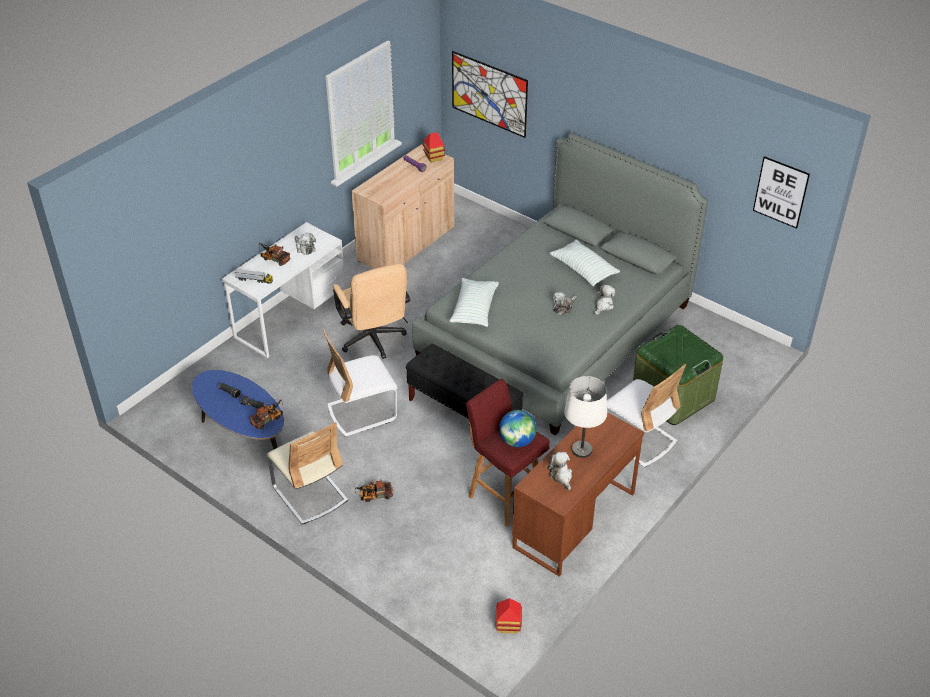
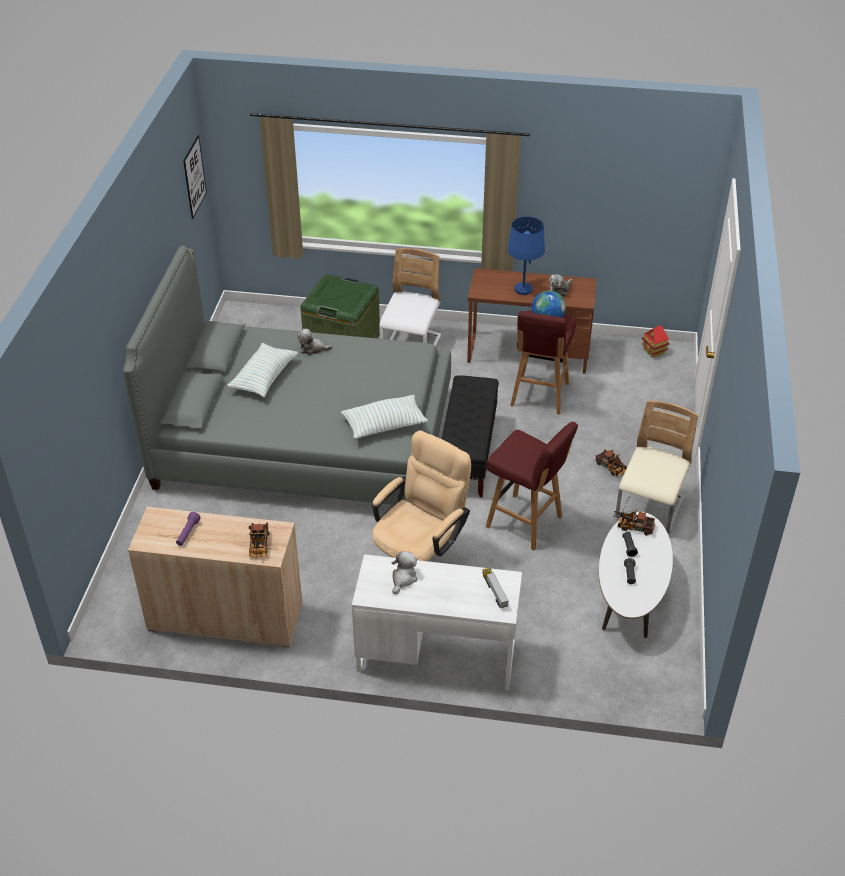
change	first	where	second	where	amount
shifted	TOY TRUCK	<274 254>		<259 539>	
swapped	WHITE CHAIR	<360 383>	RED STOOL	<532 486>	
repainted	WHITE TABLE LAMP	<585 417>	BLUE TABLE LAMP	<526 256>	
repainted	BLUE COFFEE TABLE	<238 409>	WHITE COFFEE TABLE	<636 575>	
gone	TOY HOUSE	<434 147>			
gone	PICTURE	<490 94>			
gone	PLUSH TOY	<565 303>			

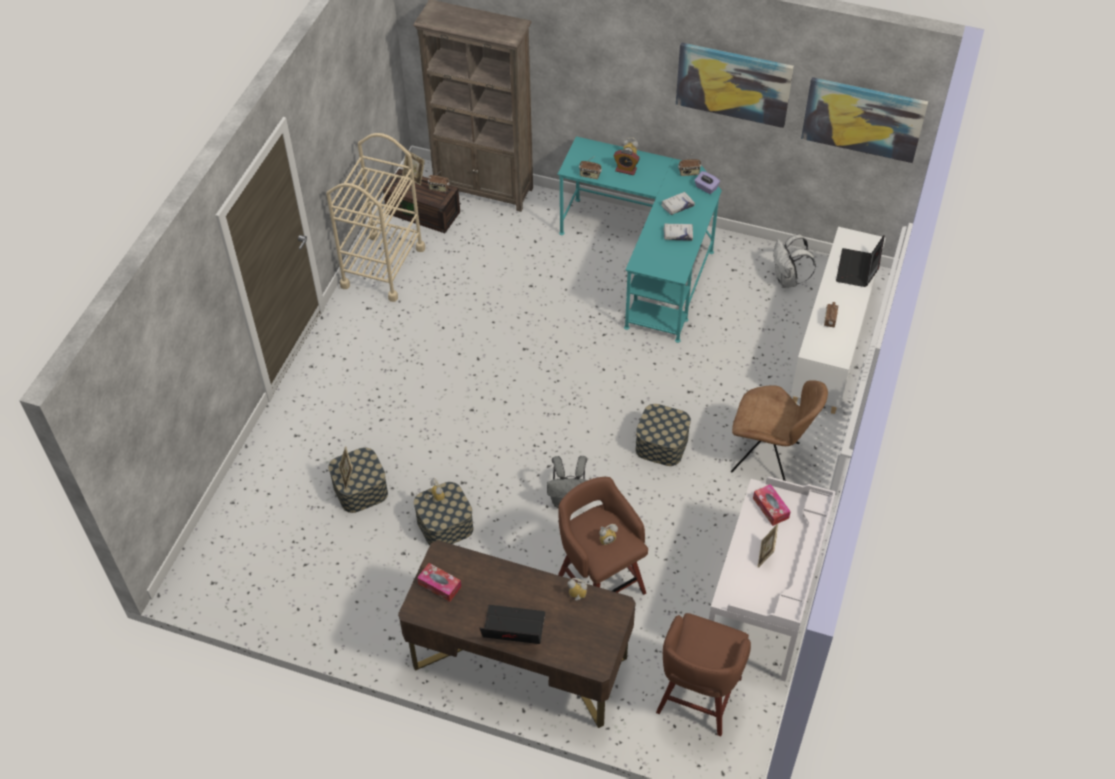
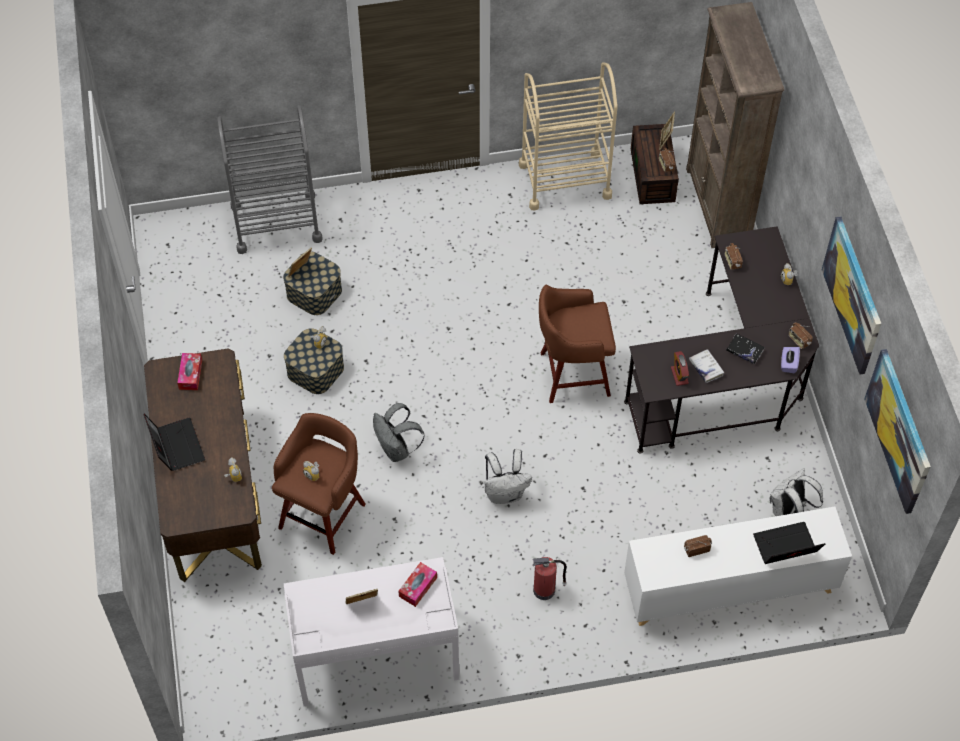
change	first	where	second	where	amount
new			GREY CART	<270 179>	
swapped	STORAGE BOX	<663 435>	WHITE BACKPACK	<508 476>	
swapped	BROWN CHAIR	<779 430>	FIRE EXTINGUISHER	<549 578>	
shifted	BROWN STOOL	<703 674>		<577 344>	
repainted	TURQUOISE DESK	<640 239>	BLACK DESK	<721 340>	
shifted	ALARM CLOCK	<627 162>		<680 368>	
repainted	WHITE BOOK	<678 203>	BLACK BOOK	<745 349>	

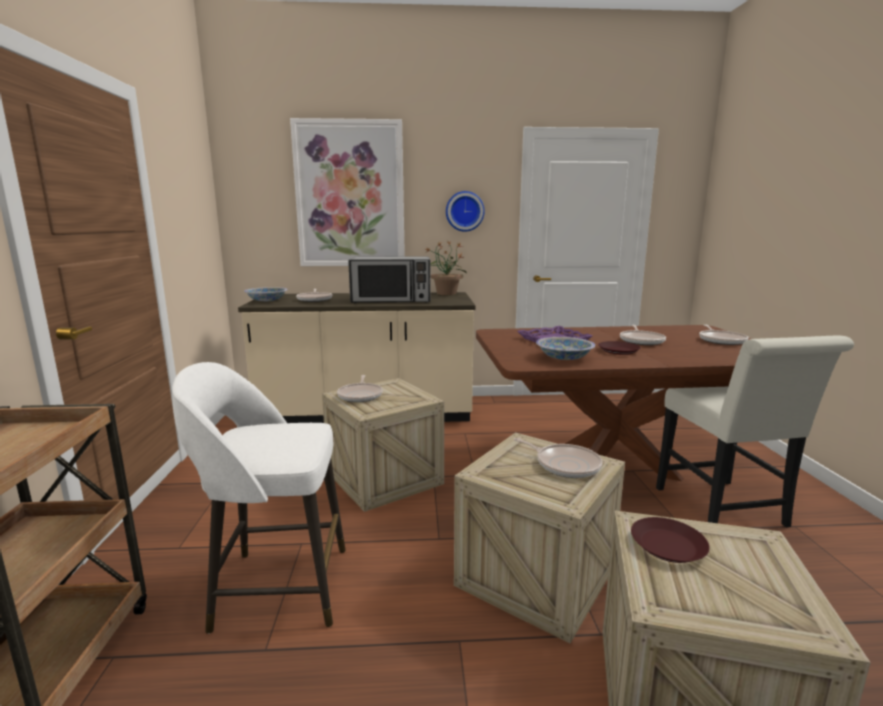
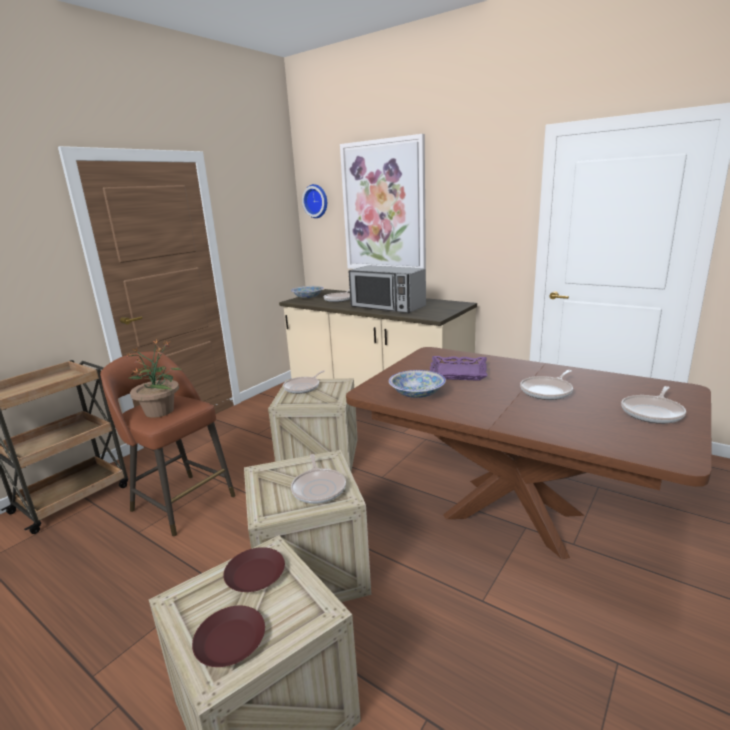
change	first	where	second	where	amount
repainted	WHITE STOOL	<259 498>	BROWN STOOL	<167 444>	
shifted	POTTED PLANT	<445 268>		<155 378>	
shifted	BROWN PLATE	<619 348>		<228 636>	
shifted	WALL CLOCK	<465 211>		<314 201>	
gone	WHITE CHAIR	<755 431>			

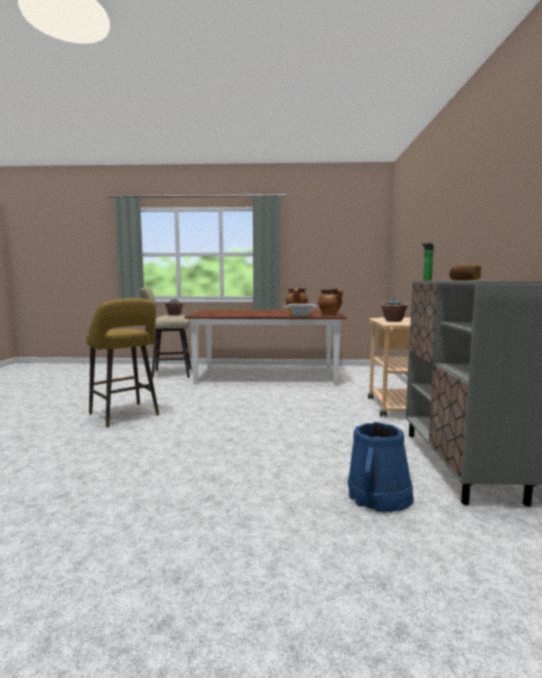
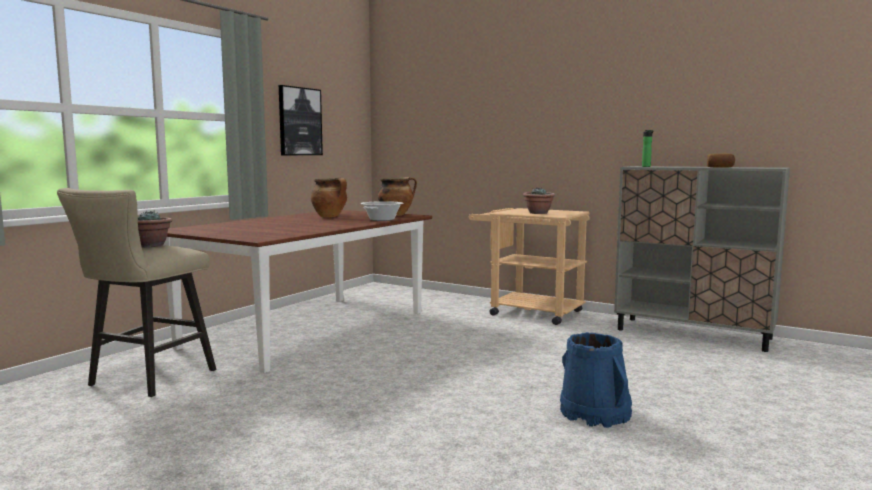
change	first	where	second	where	amount
new			PICTURE	<301 120>	
shifted	BLUE BUCKET	<381 467>		<596 380>	
gone	YELLOW STOOL	<122 362>			

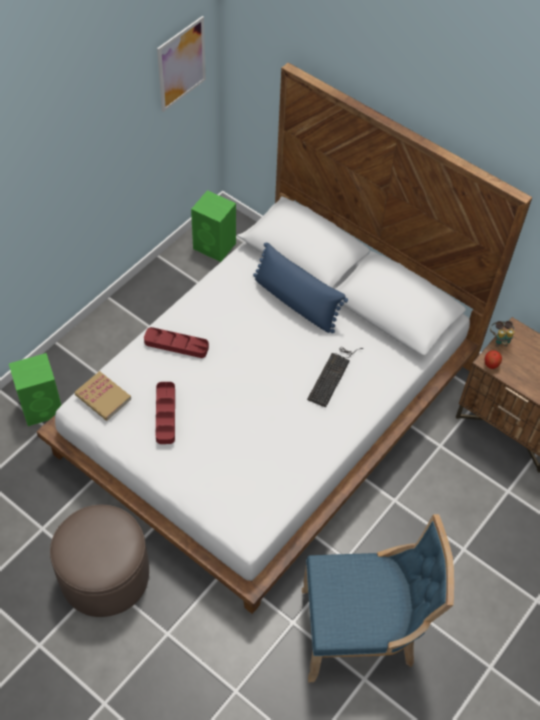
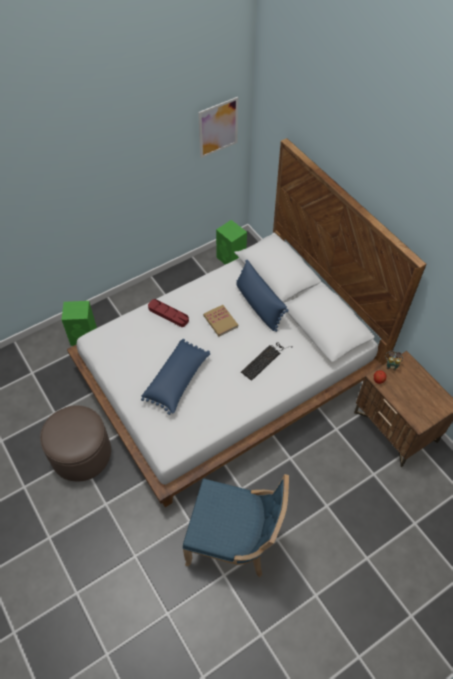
change	first	where	second	where	amount
new			BLUE PILLOW	<175 377>	
shifted	BOOK	<102 395>		<220 320>	
gone	RED TRAY	<165 413>			

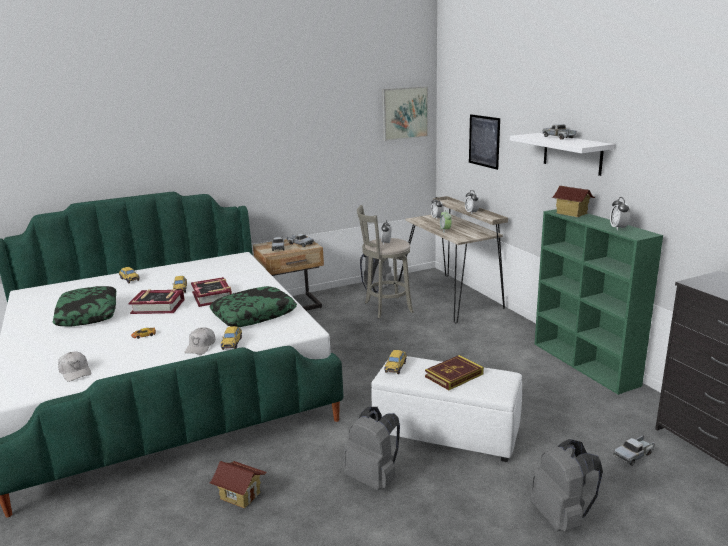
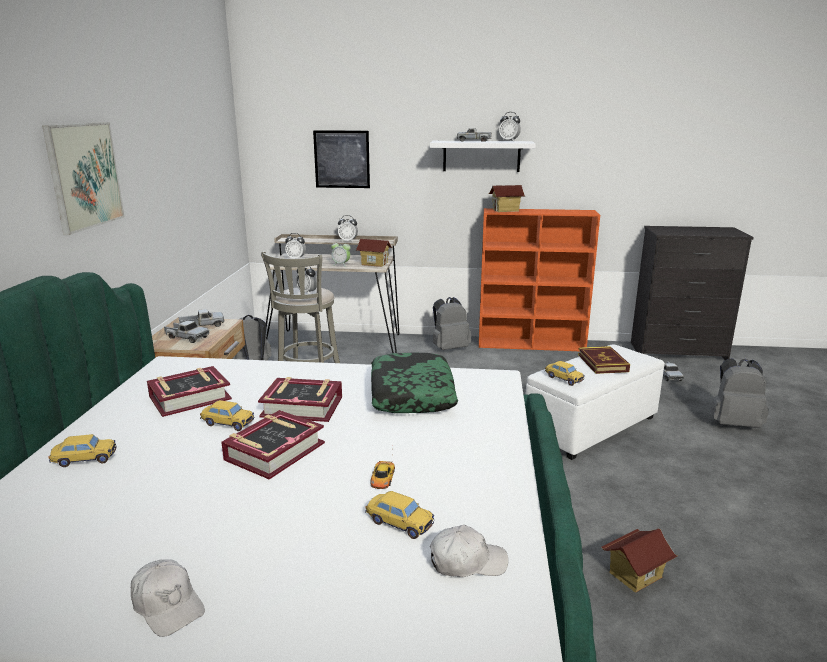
change	first	where	second	where	amount
shifted	PICTURE	<405 113>		<83 178>	
shifted	WHITE CAP	<199 341>		<168 598>	
new			BOOK	<189 391>	
new			TOY HOUSE	<374 253>	
shifted	TOY CAR	<231 338>		<399 515>	
shifted	GREY BACKPACK	<371 449>		<452 323>	
repainted	GREEN BOOKCASE	<599 302>	ORANGE BOOKCASE	<539 279>	
shifted	ALARM CLOCK	<620 213>		<510 126>	
gone	PILLOW	<84 306>			

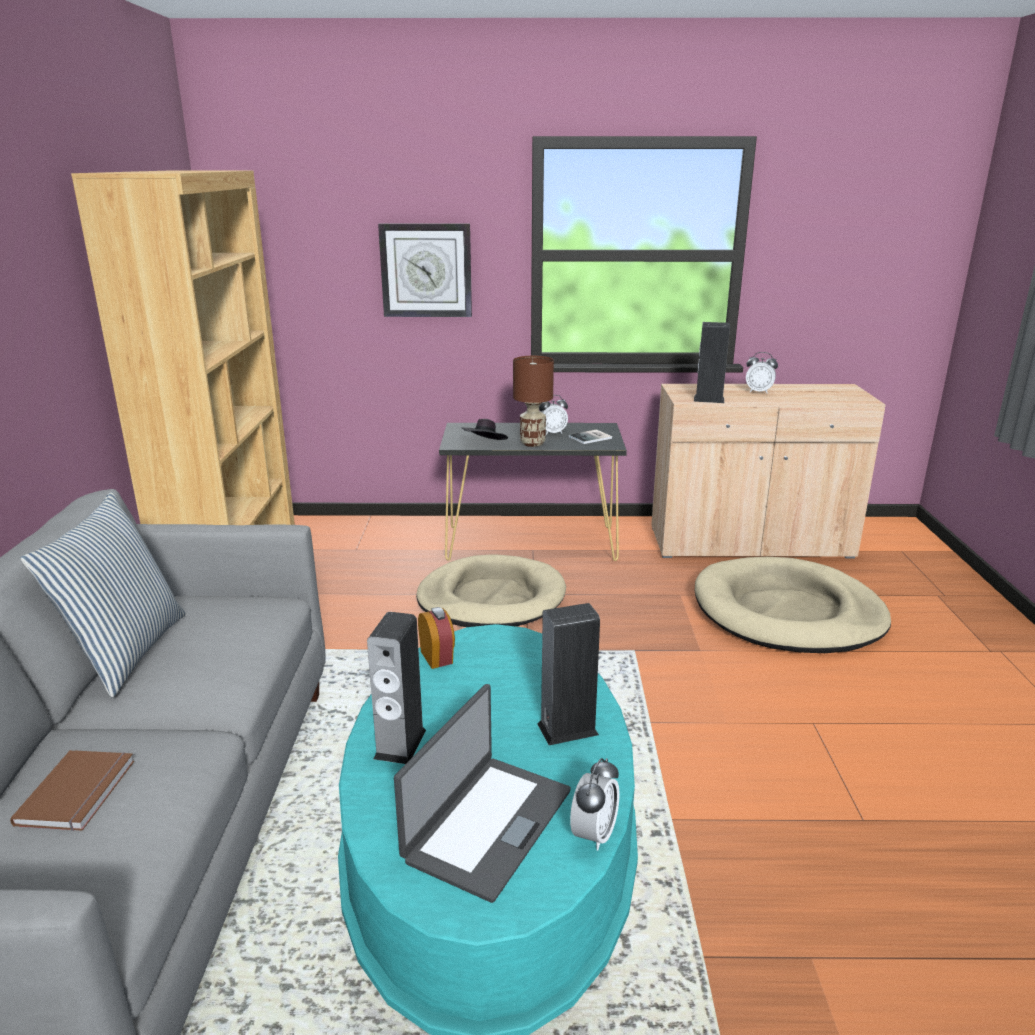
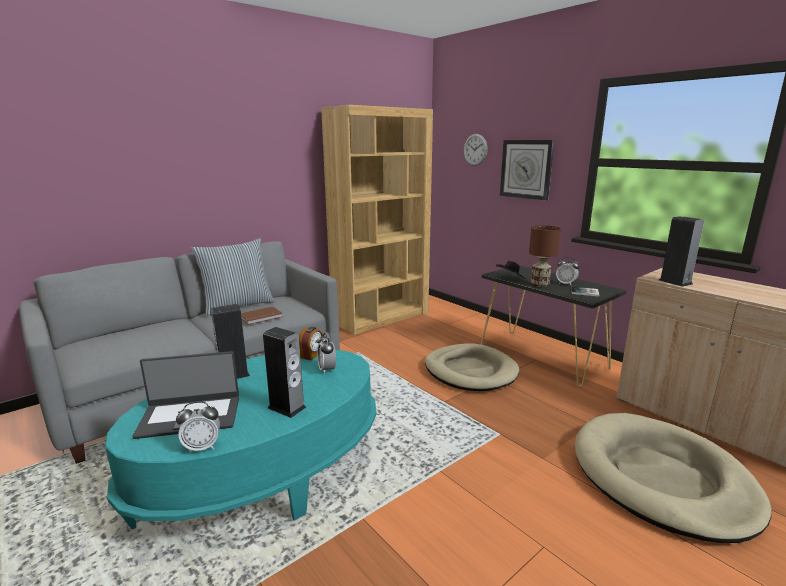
change	first	where	second	where	amount
shifted	BROWN BOOK	<72 790>		<262 316>	
shifted	ALARM CLOCK	<762 373>		<326 353>	
new			WALL CLOCK	<476 150>	

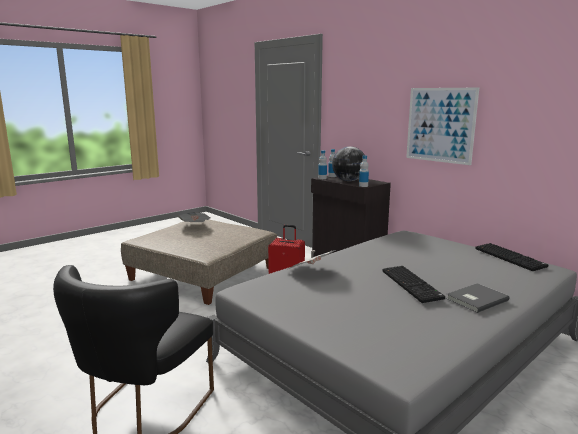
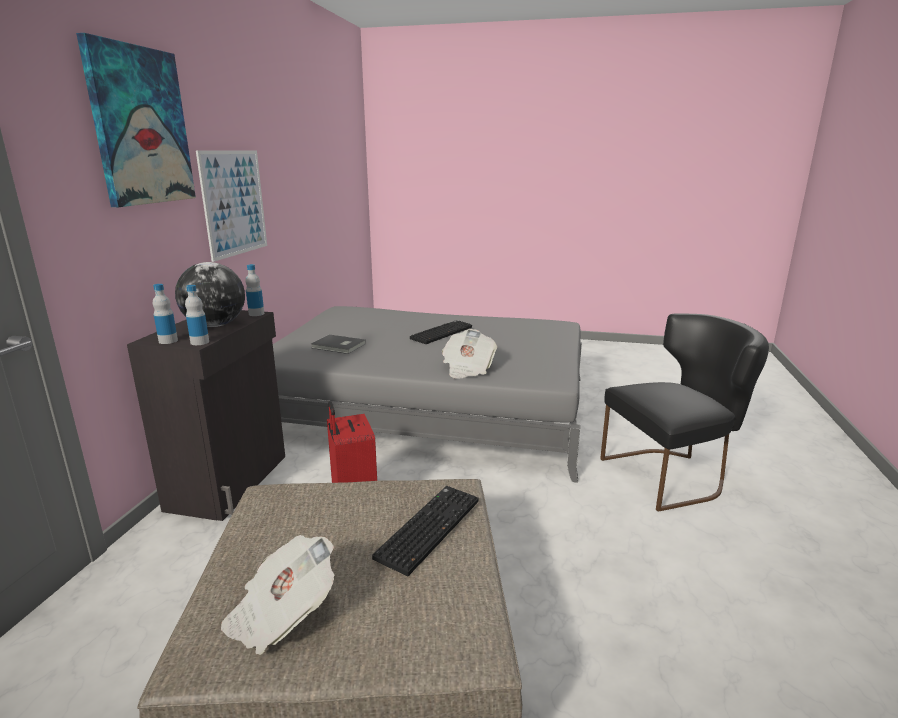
change	first	where	second	where	amount
new			PICTURE	<136 120>	
shifted	GREY BOOK	<478 298>		<338 344>	
shifted	KEYBOARD	<511 257>		<425 531>	

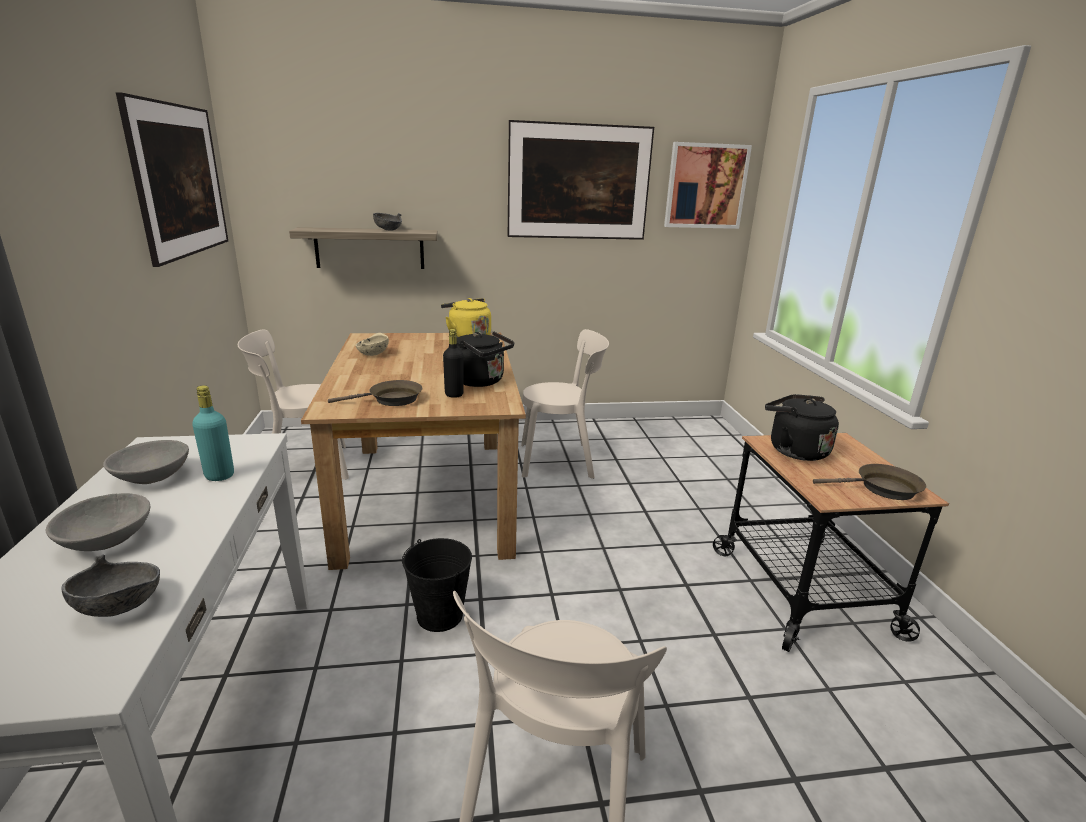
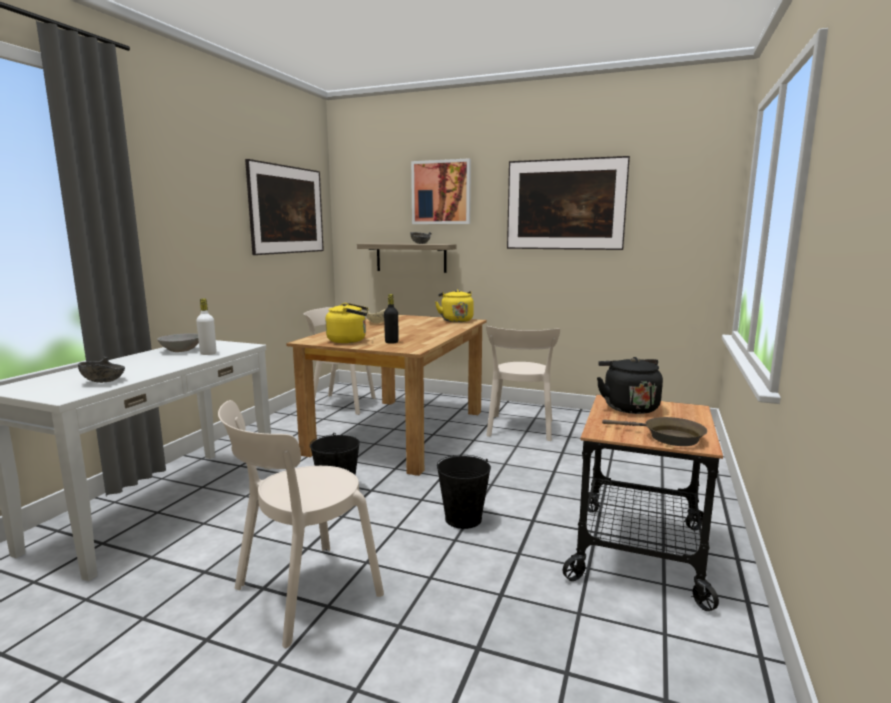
change	first	where	second	where	amount
repainted	TURQUOISE BOTTLE	<213 433>	WHITE BOTTLE	<206 327>	
swapped	BROWN FRYING PAN	<375 393>	YELLOW KETTLE	<347 323>	
shifted	PICTURE	<708 185>		<441 191>	
new			BLACK BUCKET	<464 492>	
rotated	BEIGE CHAIR	<565 404>		<523 383>	75 degrees clockwise
gone	GREY BOWL	<98 522>			
gone	BLACK KETTLE	<485 359>			

